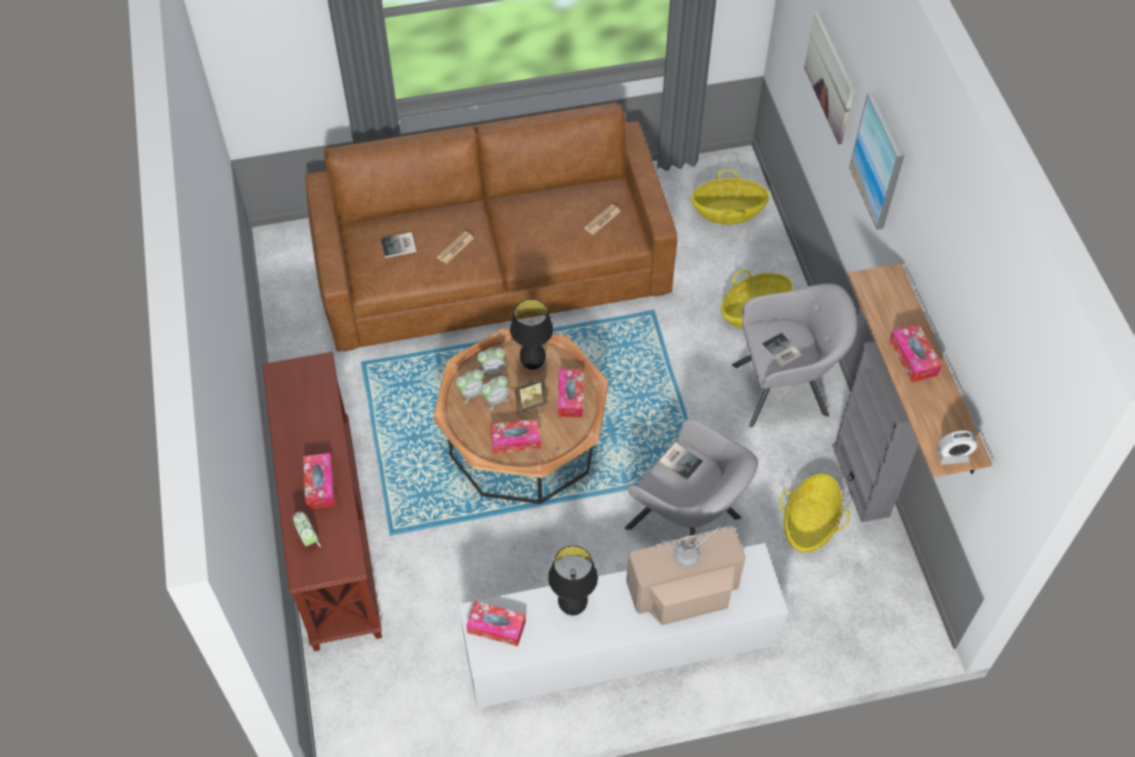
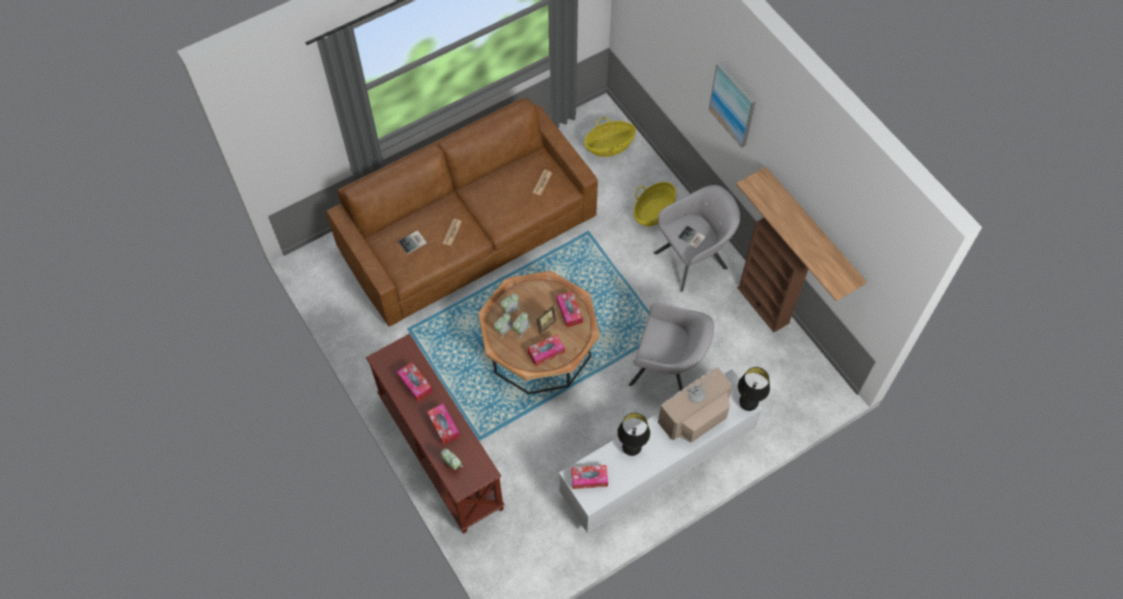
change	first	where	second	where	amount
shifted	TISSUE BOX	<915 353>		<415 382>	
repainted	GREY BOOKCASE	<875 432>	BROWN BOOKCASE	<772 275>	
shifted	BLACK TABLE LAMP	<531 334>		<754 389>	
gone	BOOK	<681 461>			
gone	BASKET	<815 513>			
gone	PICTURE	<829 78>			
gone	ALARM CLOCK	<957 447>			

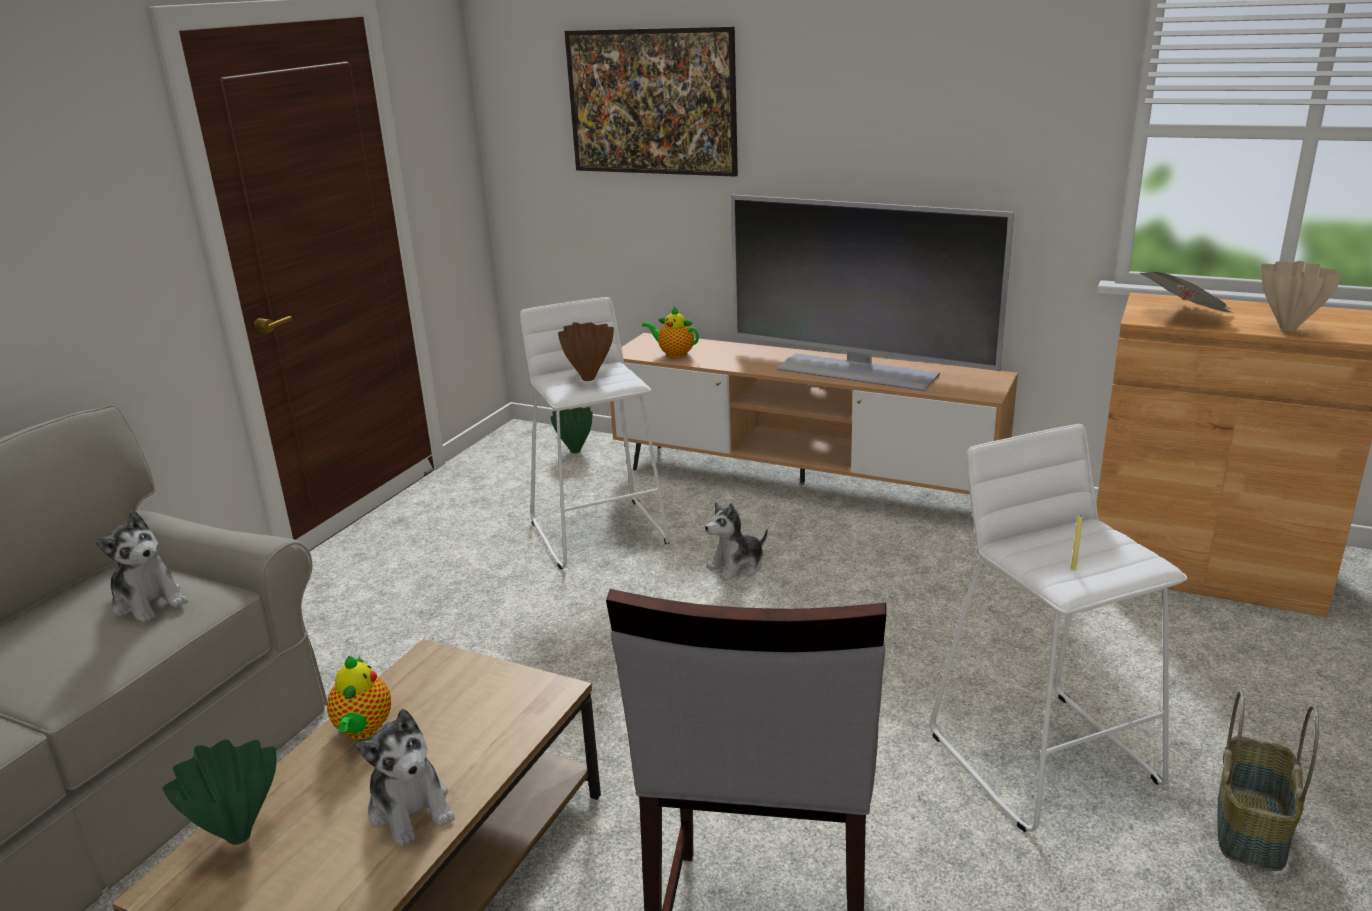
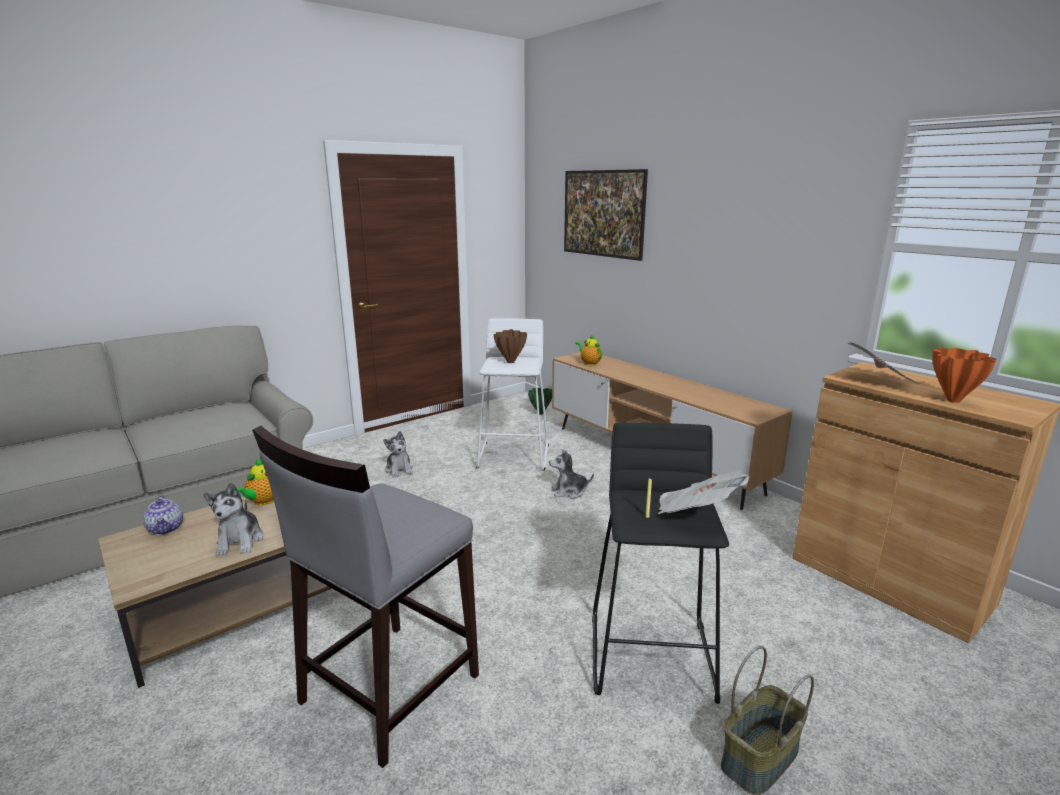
change	first	where	second	where	amount
swapped	GREEN VASE	<219 792>	TEAPOT	<163 515>	
shifted	PLUSH TOY	<141 567>		<398 454>	
repainted	WHITE STOOL	<1059 628>	BLACK STOOL	<660 563>	
new			NEWSPAPER	<703 492>	
repainted	BEIGE VASE	<1301 296>	ORANGE VASE	<964 375>	
gone	TELEVISION	<872 293>			

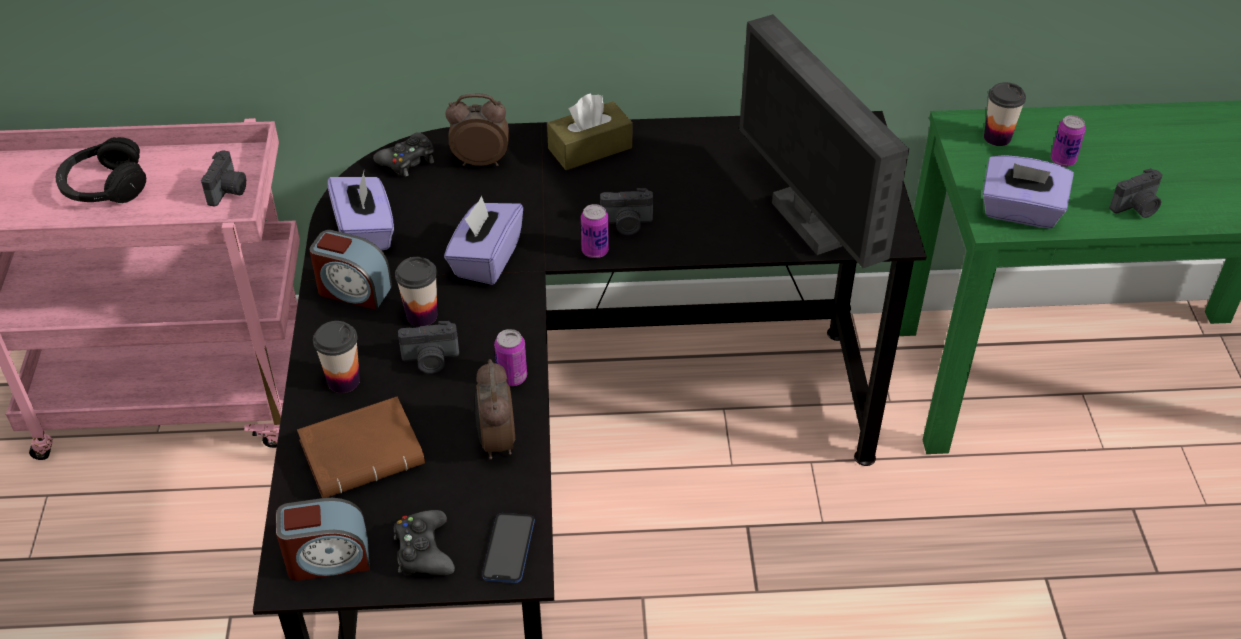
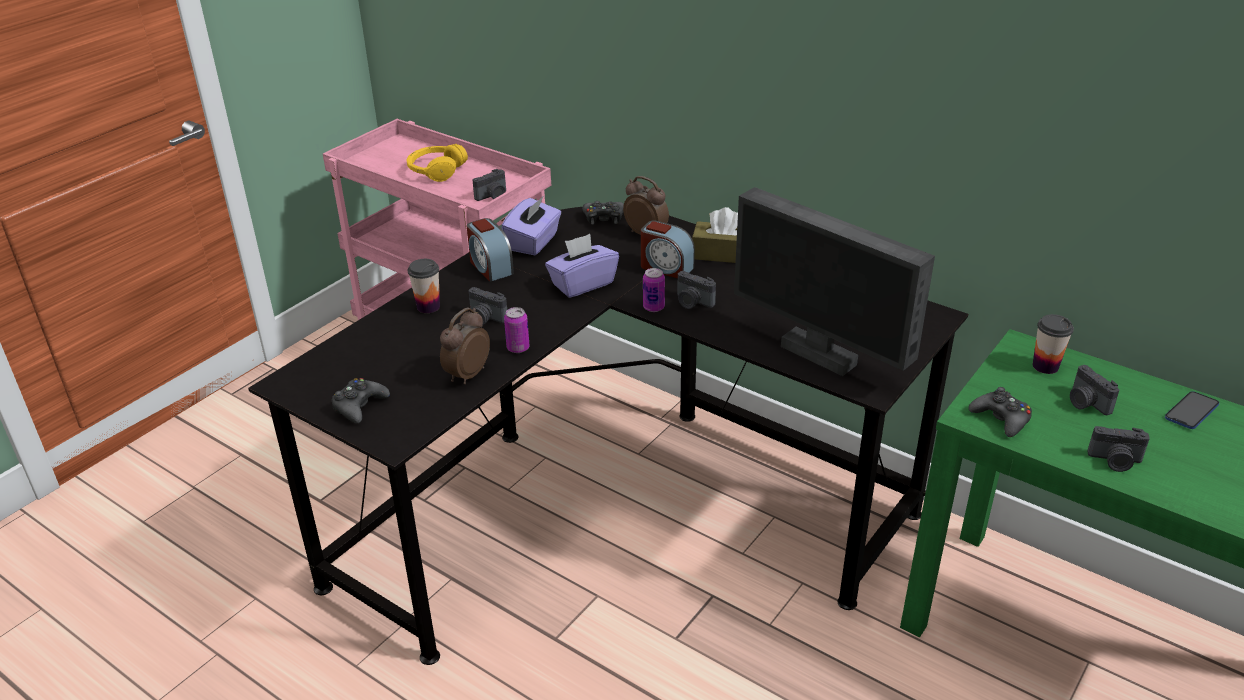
change	first	where	second	where	amount
repainted	BLACK HEADPHONES	<101 170>	YELLOW HEADPHONES	<437 163>	
shifted	ALARM CLOCK	<323 539>		<668 249>	
rotated	MONITOR	<824 141>		<834 281>	60 degrees counterclockwise
swapped	PURPLE TISSUE BOX	<1028 192>	BLACK GAME CONTROLLER	<1000 412>	
swapped	CAN	<1068 141>	PHOTO CAMERA	<1094 390>	
shifted	PHONE	<508 548>		<1192 410>	
gone	BROWN BOOK	<361 447>			
gone	CUP	<416 292>			

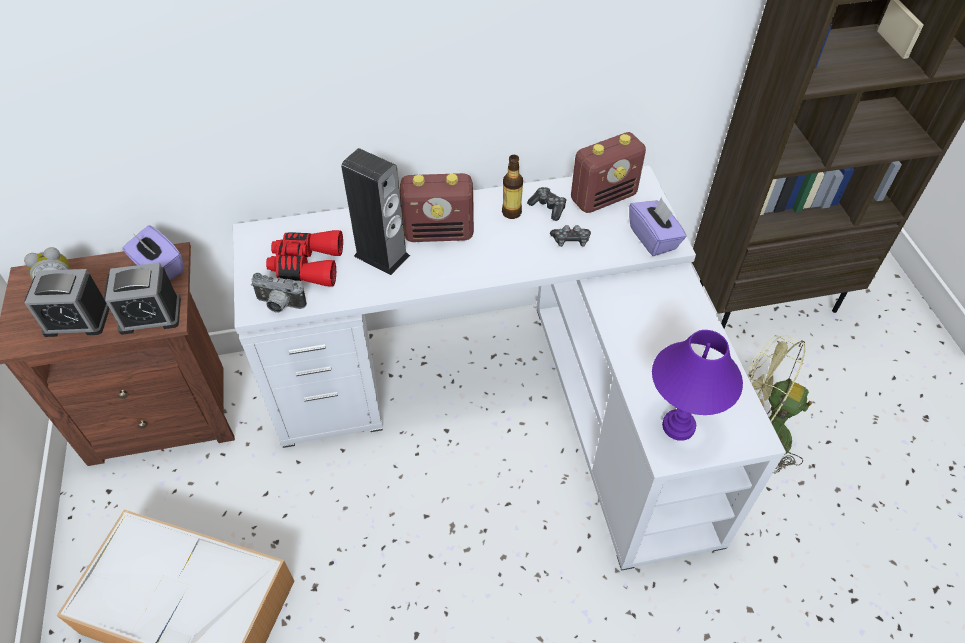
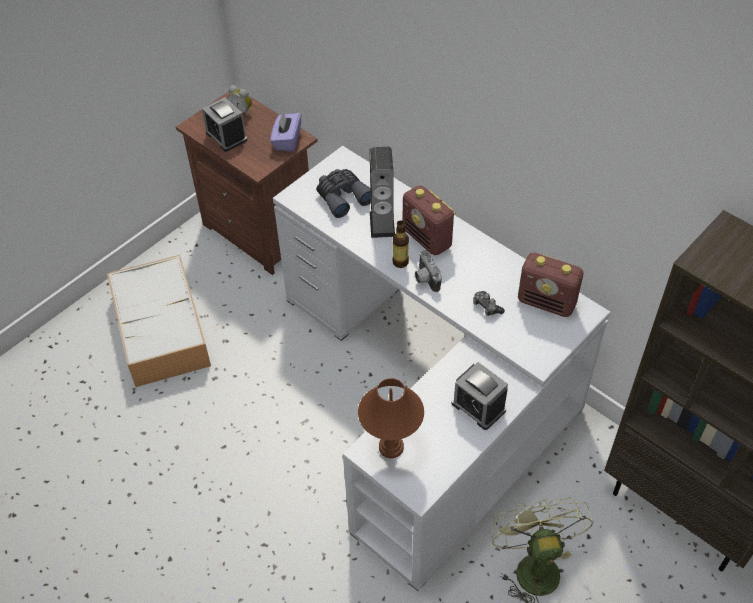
change	first	where	second	where	amount
repainted	RED BINOCULARS	<304 258>	GREY BINOCULARS	<343 193>	
repainted	PURPLE TABLE LAMP	<697 385>	BROWN TABLE LAMP	<391 418>	
shifted	BOTTLE	<512 187>		<400 244>	
shifted	PHOTO CAMERA	<279 293>		<428 271>	
shifted	ALARM CLOCK	<142 299>		<479 396>	
gone	GAME CONTROLLER	<547 204>			
gone	PURPLE TISSUE BOX	<658 226>			

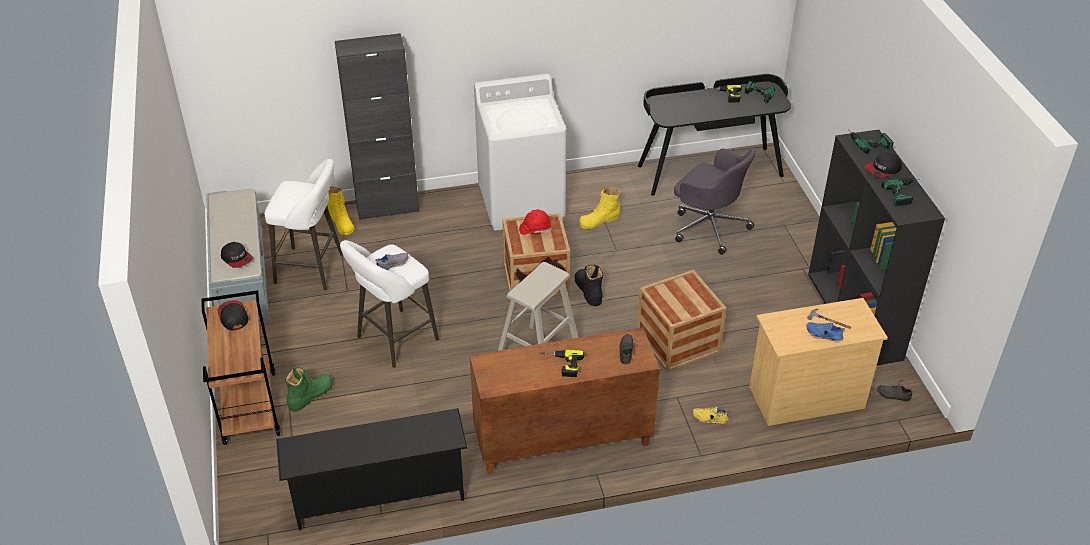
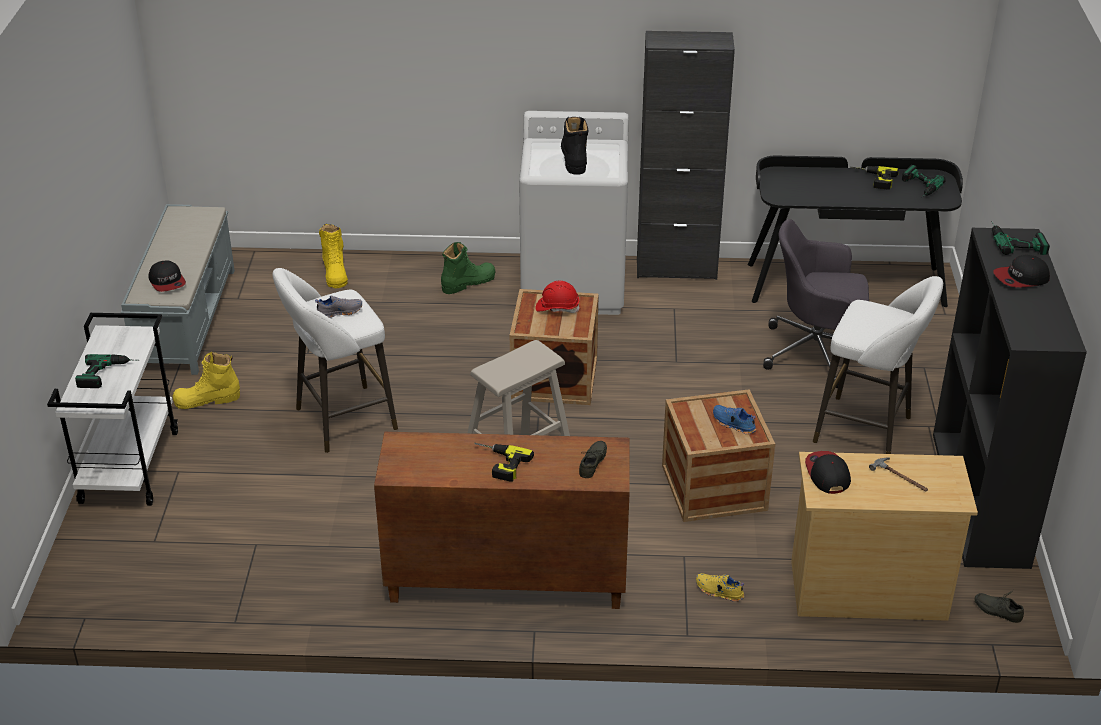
change	first	where	second	where	amount
repainted	BROWN CART	<240 367>	WHITE CART	<112 409>	
shifted	POWER DRILL	<900 192>		<107 371>	
shifted	YELLOW BOOT	<599 208>		<206 380>	
shifted	GREEN BOOT	<308 389>		<468 268>	
shifted	BLACK BOOT	<589 285>		<574 146>	
shifted	BLACK CABINET	<377 126>		<686 155>	
shifted	BLUE SHOE	<825 332>		<734 419>	
rotated	GREY OFFICE CHAIR	<715 201>		<816 303>	135 degrees clockwise
shifted	CAP	<233 315>		<828 472>	
shifted	WHITE STOOL	<304 224>		<878 365>	
gone	BLACK SHOE RACK	<372 469>			

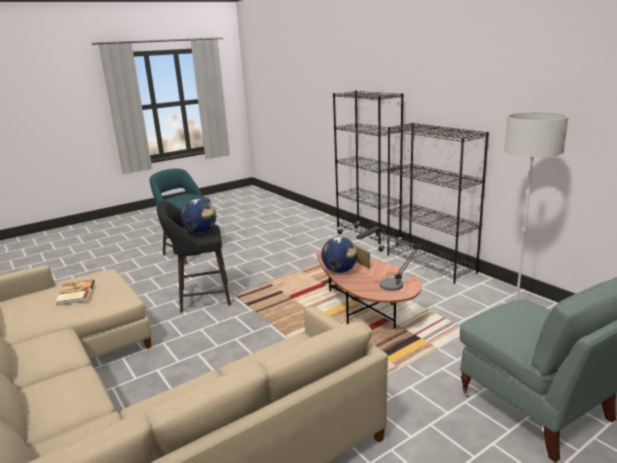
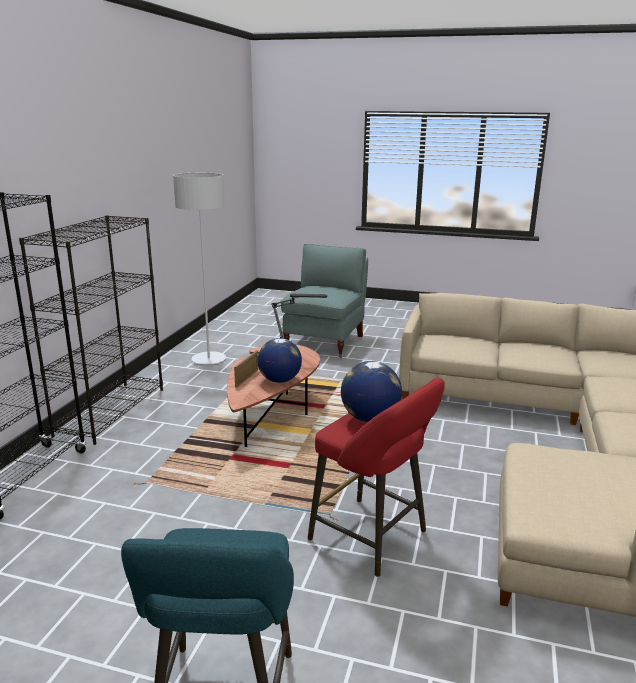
change	first	where	second	where	amount
repainted	BLACK STOOL	<194 257>	RED STOOL	<376 477>	
gone	BOOK	<75 292>			

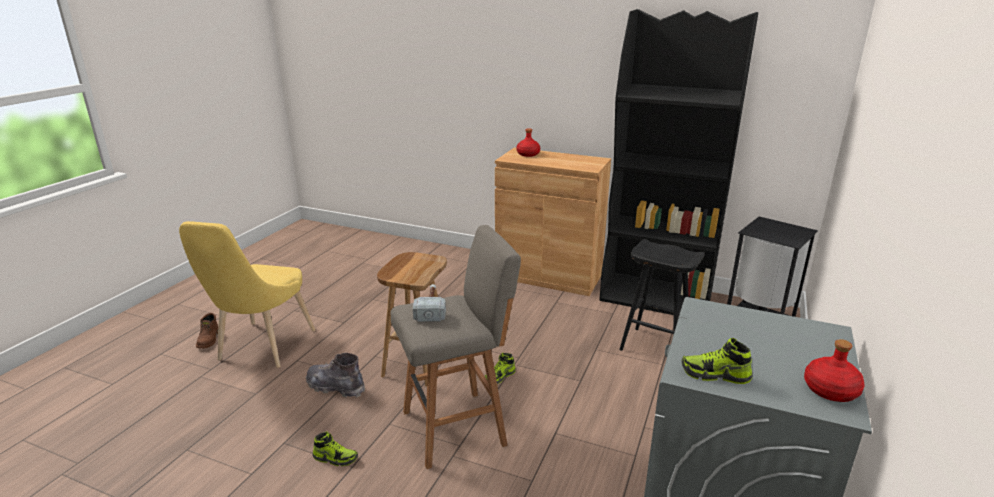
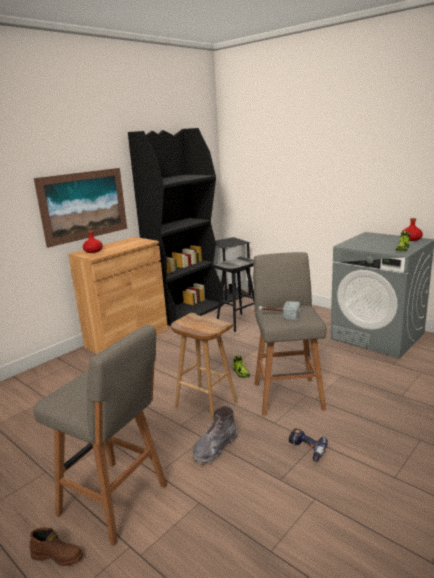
change	first	where	second	where	amount
swapped	YELLOW CHAIR	<247 294>	GREY STOOL	<100 435>	
new			PICTURE	<80 208>	
swapped	SHOE	<335 449>	POWER DRILL	<308 445>	

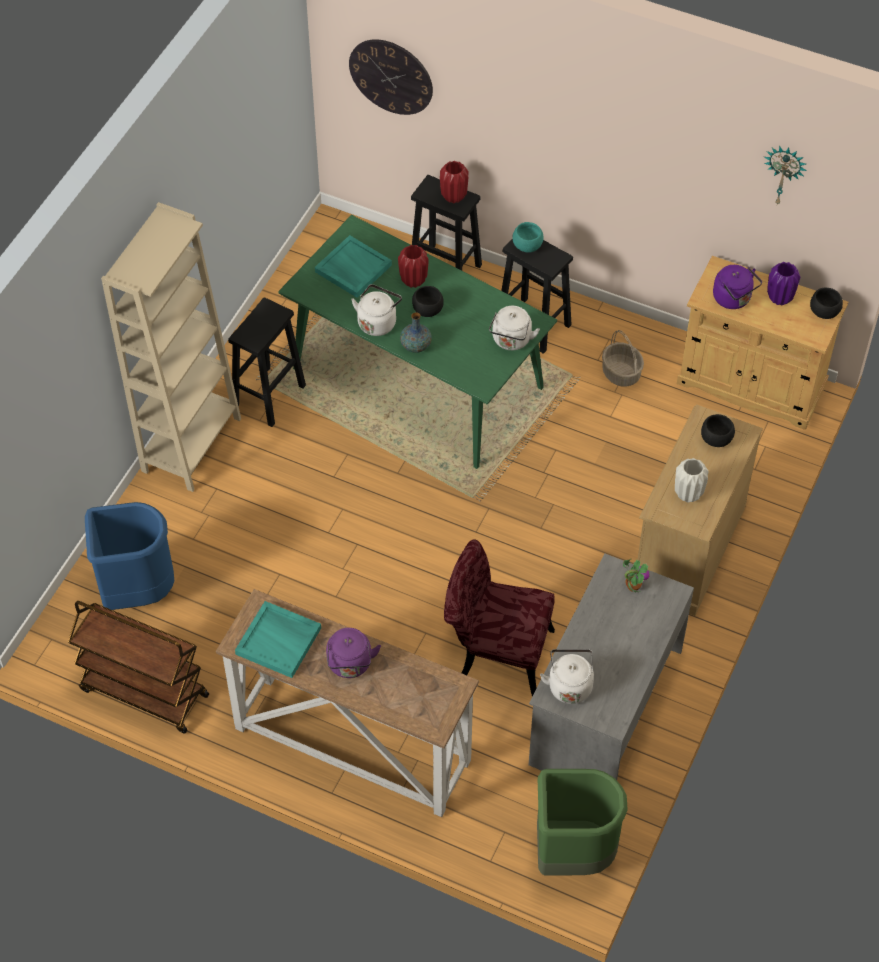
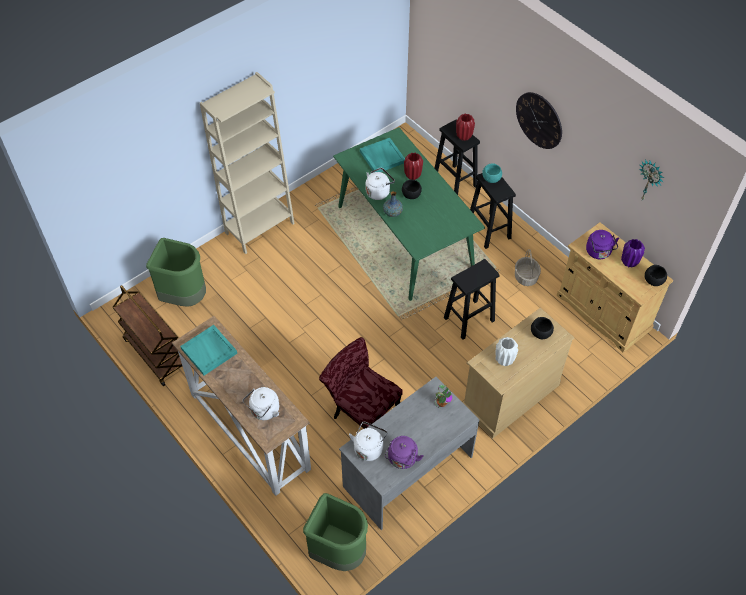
change	first	where	second	where	amount
repainted	BLUE TRASH CAN	<129 556>	GREEN TRASH CAN	<176 272>	
shifted	WHITE KETTLE	<514 328>		<261 403>	
shifted	PURPLE KETTLE	<353 653>		<404 452>	
shifted	BLACK STOOL	<267 362>		<472 299>	
shifted	WALL CLOCK	<391 77>		<539 120>	

